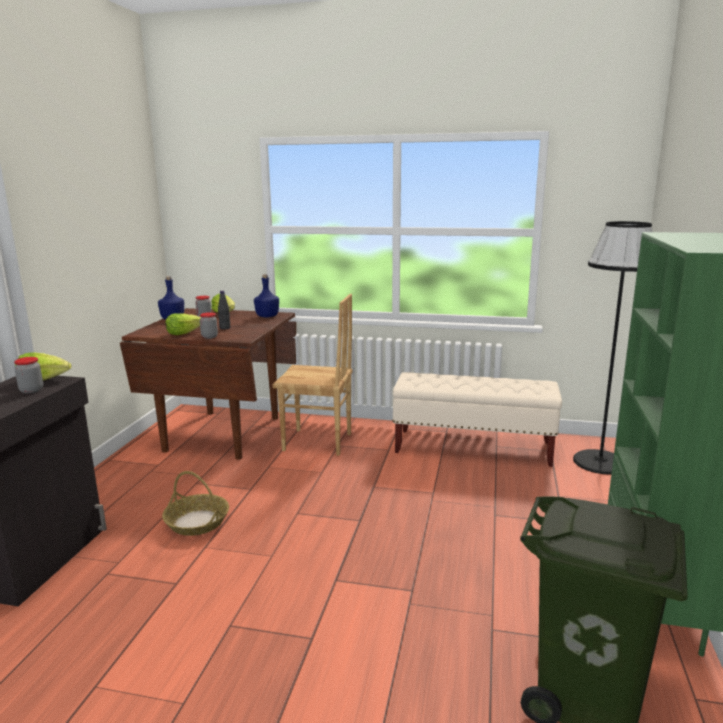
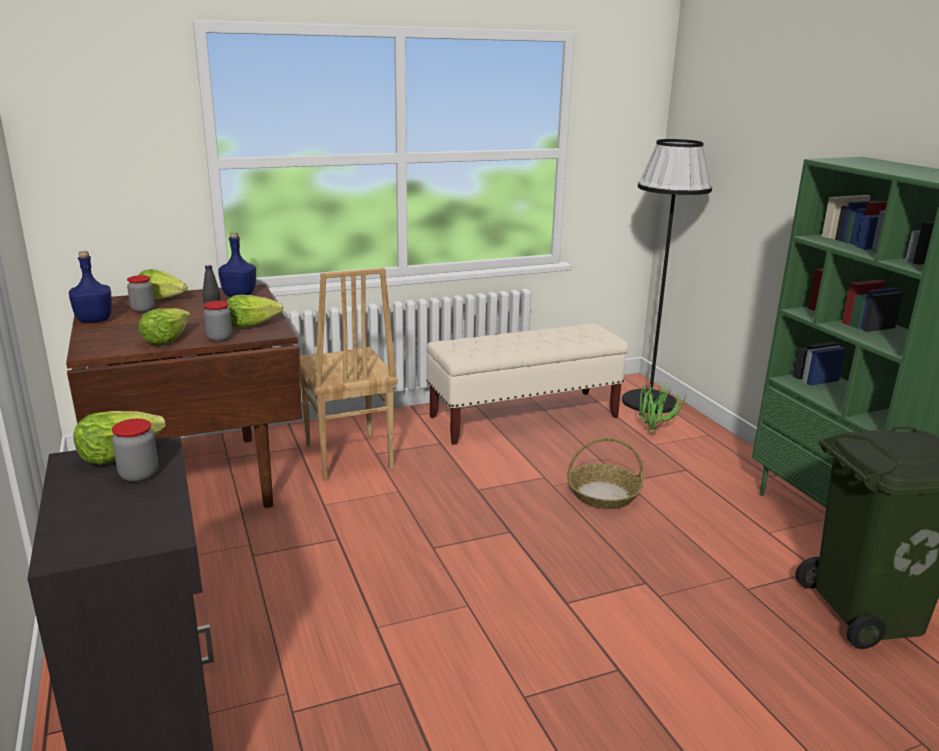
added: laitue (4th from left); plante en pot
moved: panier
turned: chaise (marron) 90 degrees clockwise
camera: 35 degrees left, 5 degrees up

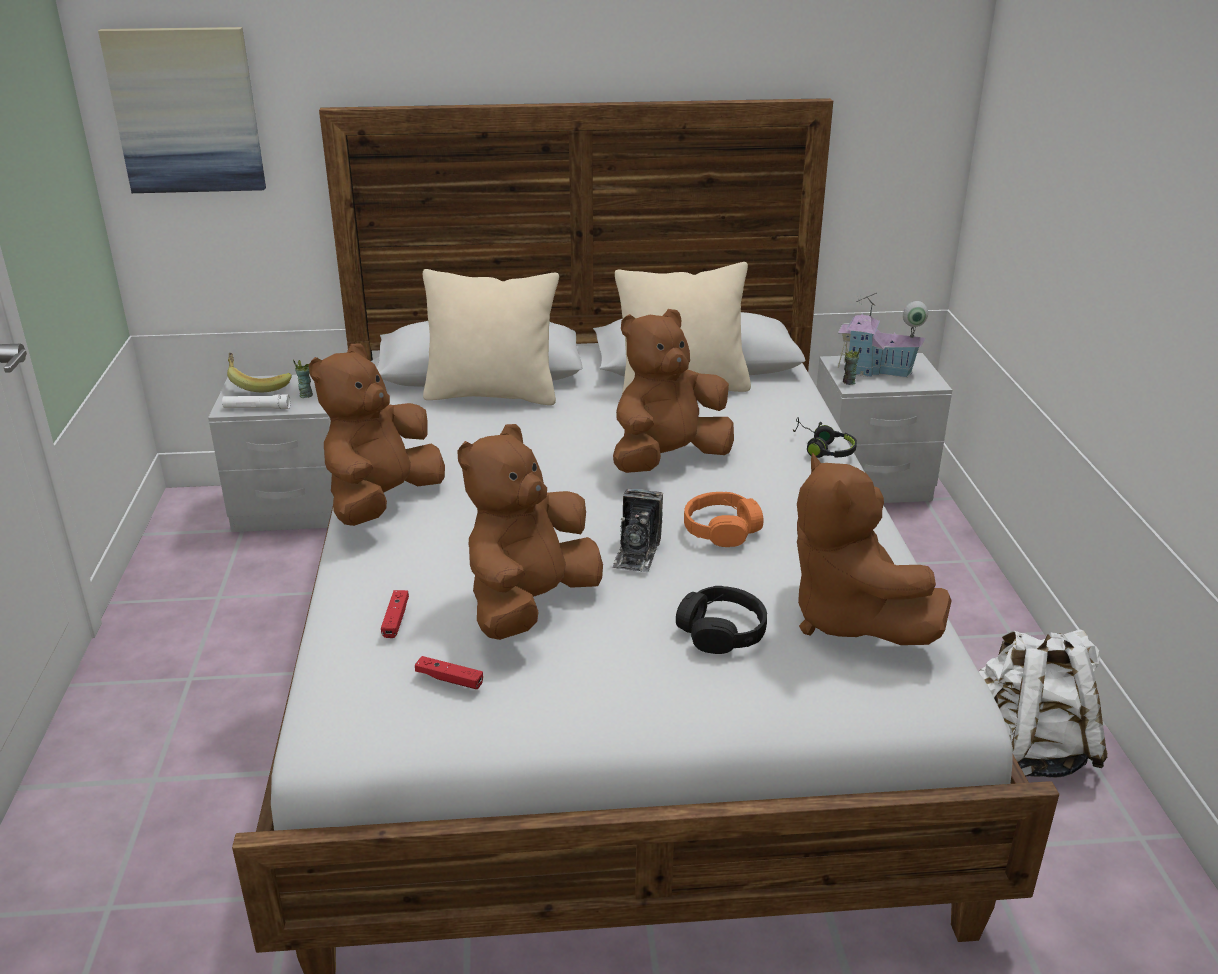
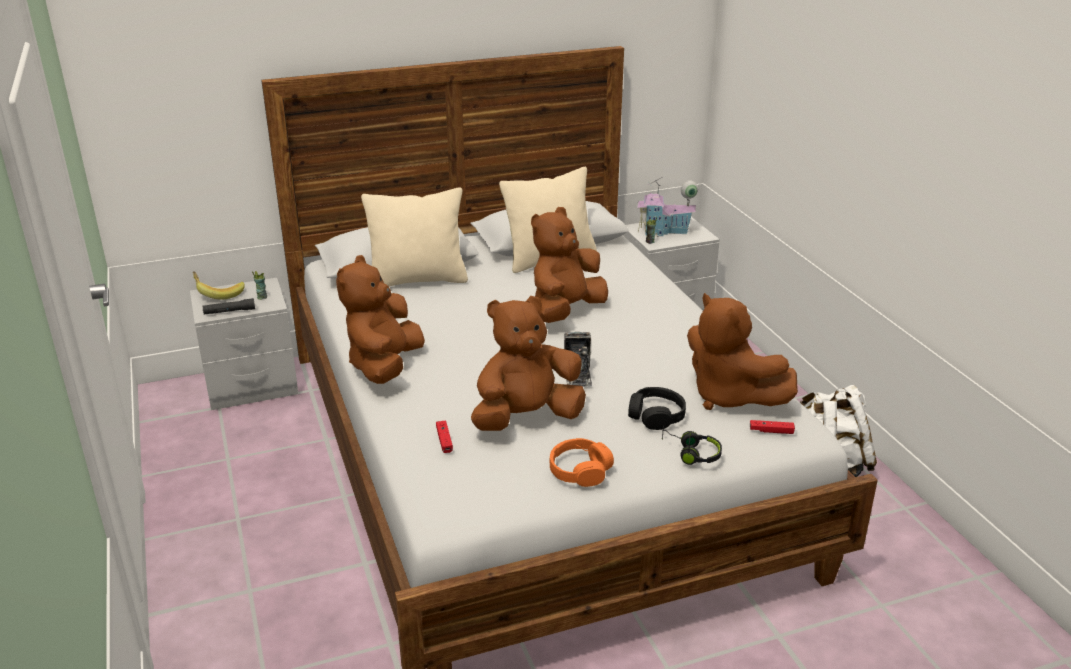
removed: tableau
moved: casque audio (orange); casque audio (noir) (2nd from left); manette (rouge) (2nd from left)
recoloured: lampe de poche (blanc) to lampe de poche (noir)
turned: peluche (marron) (2nd from left) 45 degrees clockwise
camera: 15 degrees left, 0 degrees up

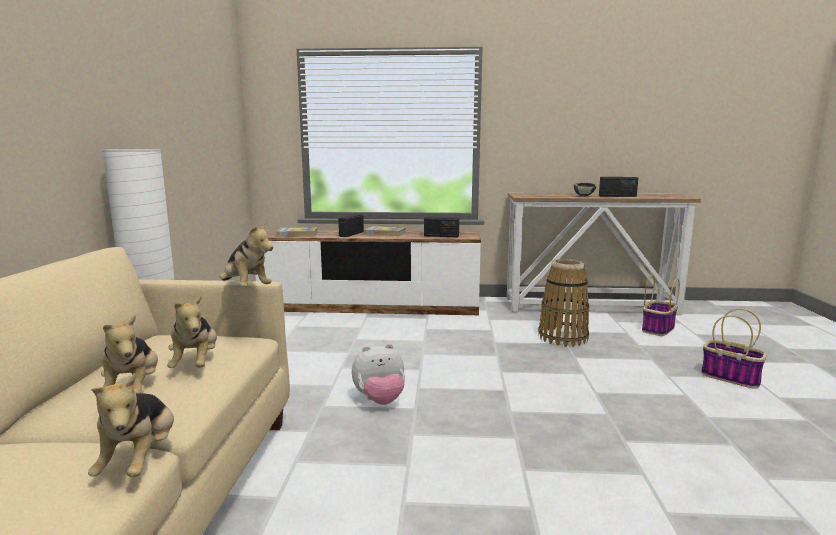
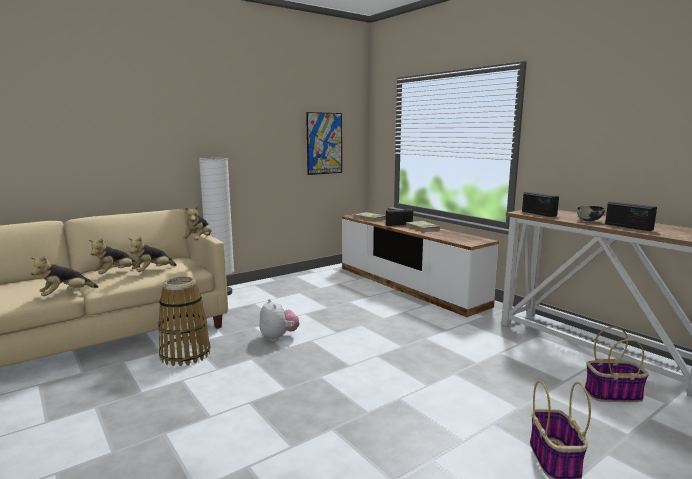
added: tableau
moved: panier (1st from left); radio (2nd from left)
turned: peluche (5th from left) 150 degrees counterclockwise
camera: 50 degrees right, 0 degrees up

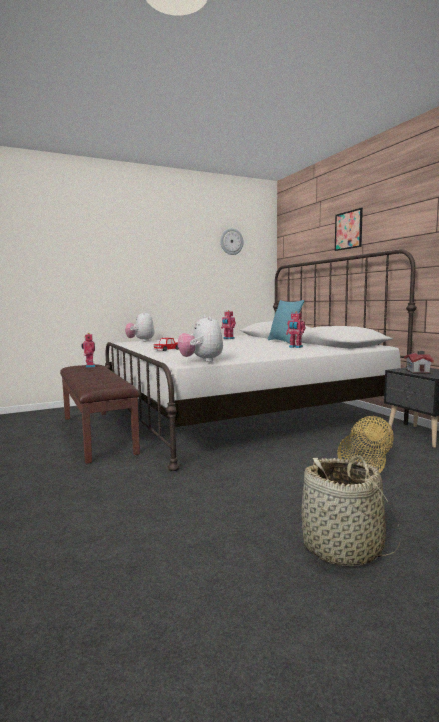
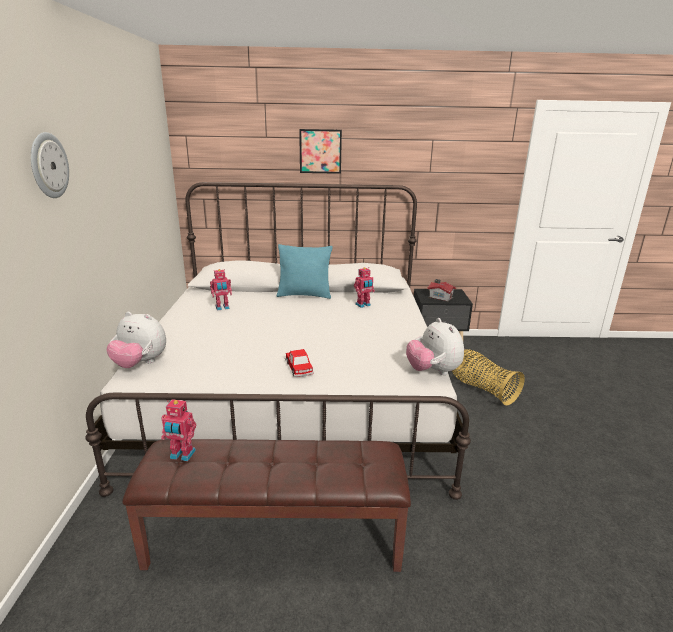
removed: panier (1st from left)
moved: horloge murale
turned: peluche (2nd from left) 60 degrees clockwise
camera: 65 degrees left, 15 degrees up

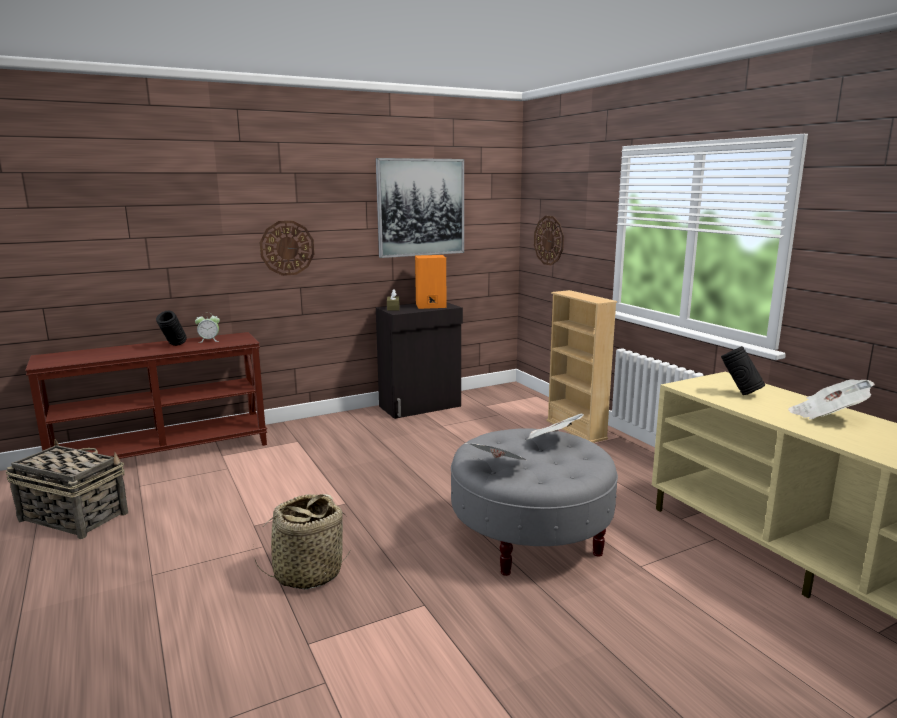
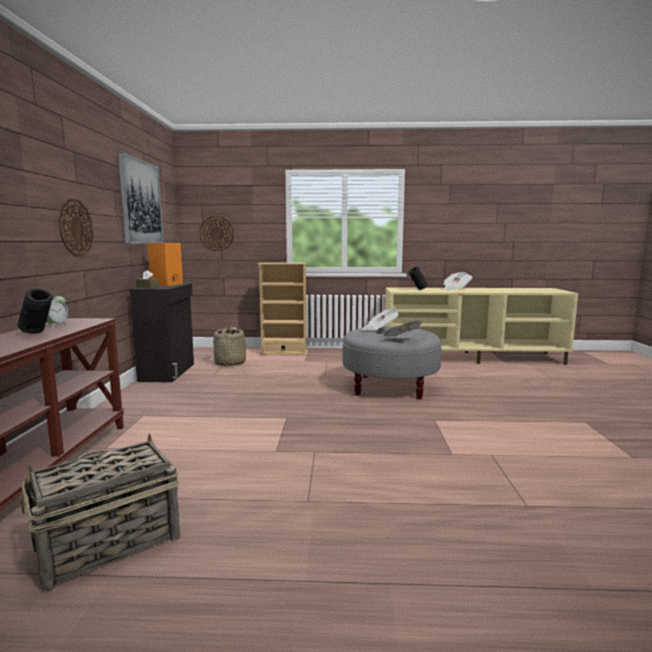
moved: panier (2nd from left)
camera: 60 degrees left, 5 degrees down

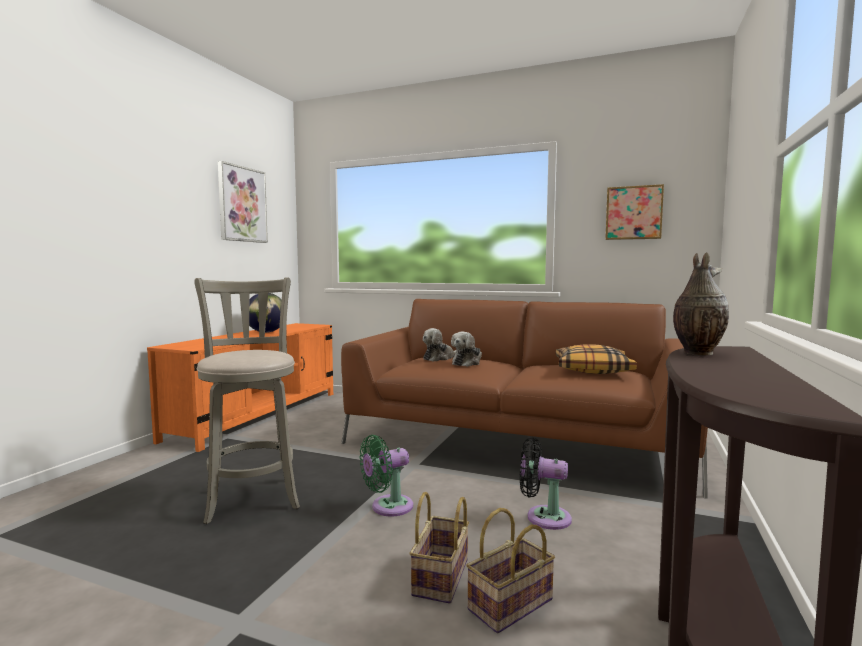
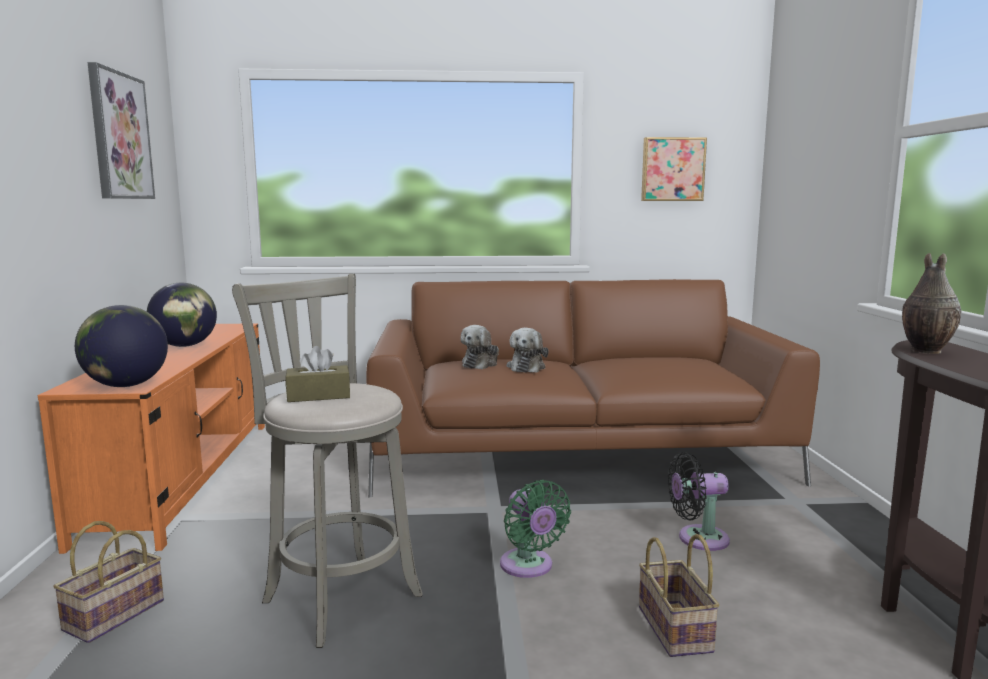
removed: coussin
added: globe (1st from left); boîte à mouchoirs (marron)
moved: panier (2nd from left in the first image) to panier (1st from left)
turned: ventilateur (vert) 60 degrees counterclockwise
camera: 25 degrees left, 5 degrees up

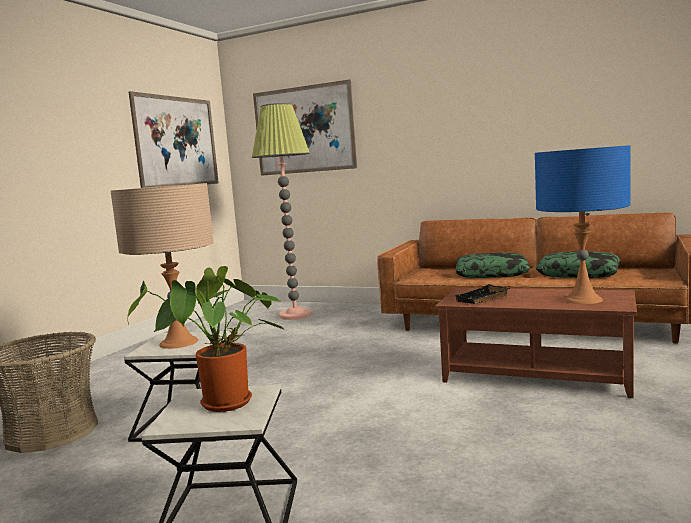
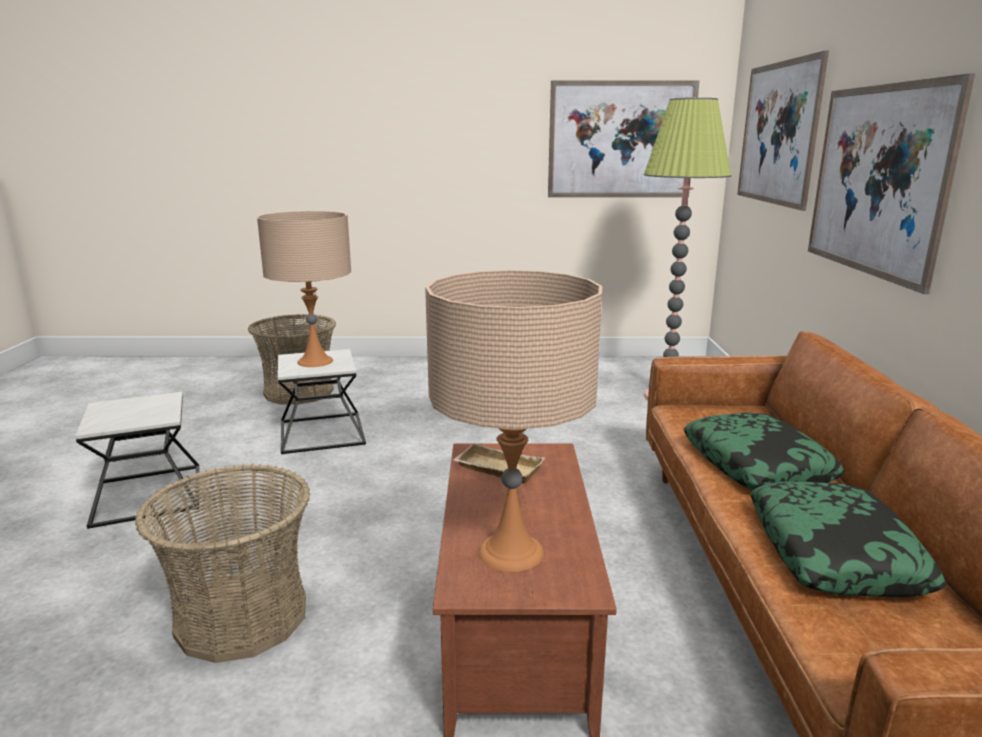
removed: plante en pot
added: panier (1st from left); tableau (3rd from left)
recoloured: lampe de table (bleu) to lampe de table (beige) (2nd from left); plateau (noir) to plateau (beige)
camera: 65 degrees right, 10 degrees up

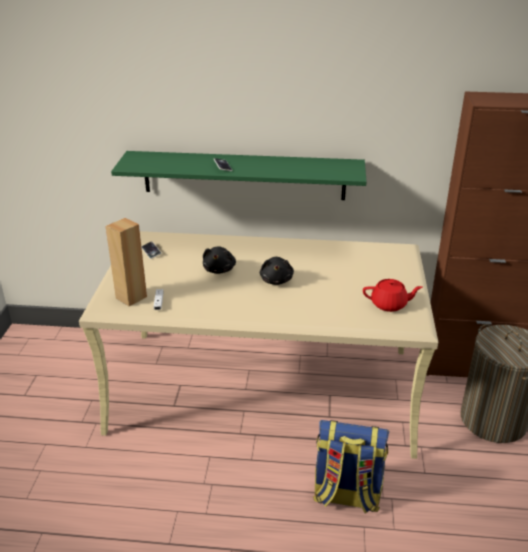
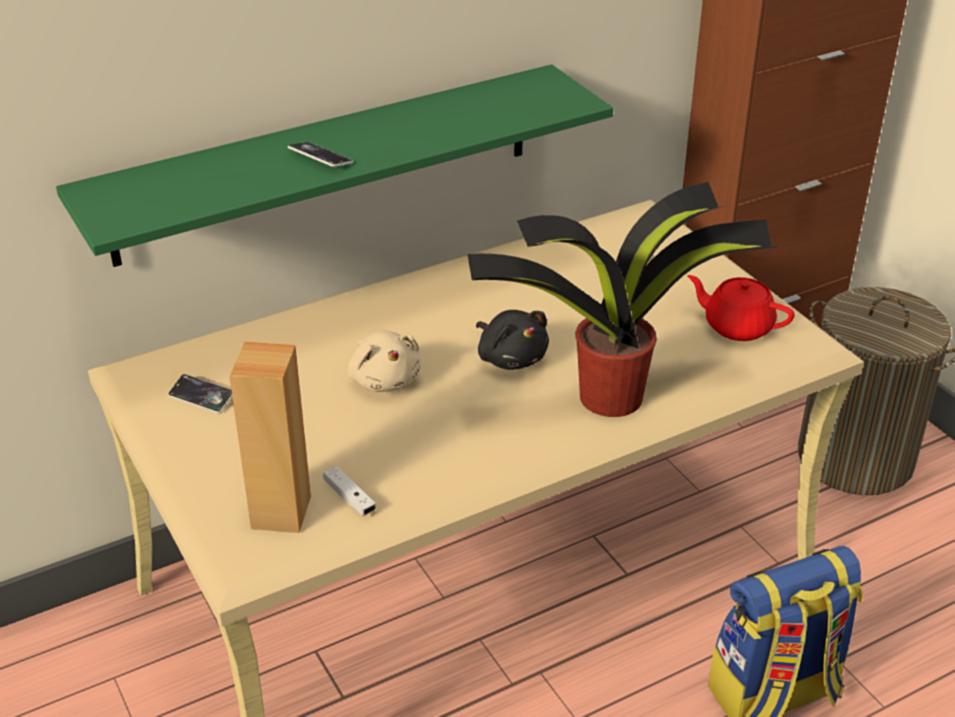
added: plante en pot
recoloured: peluche (noir) (1st from left) to peluche (beige)
turned: théière (rouge) 120 degrees counterclockwise
camera: 35 degrees left, 5 degrees up

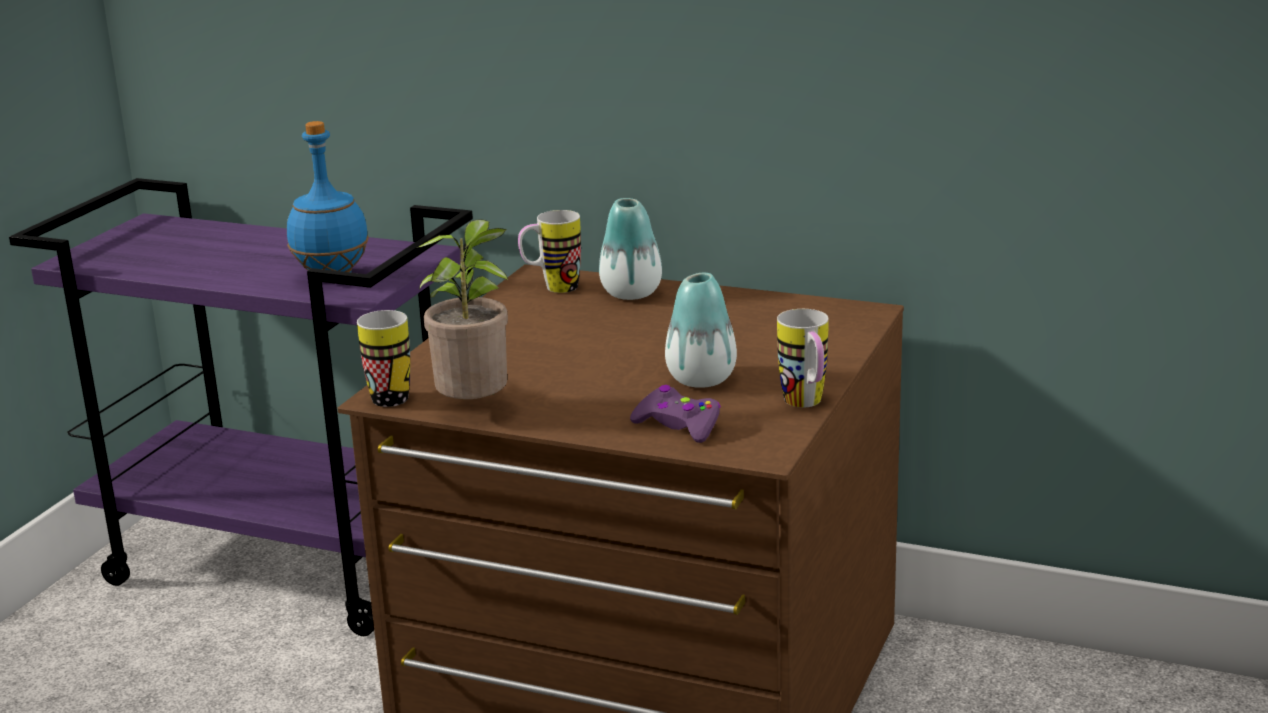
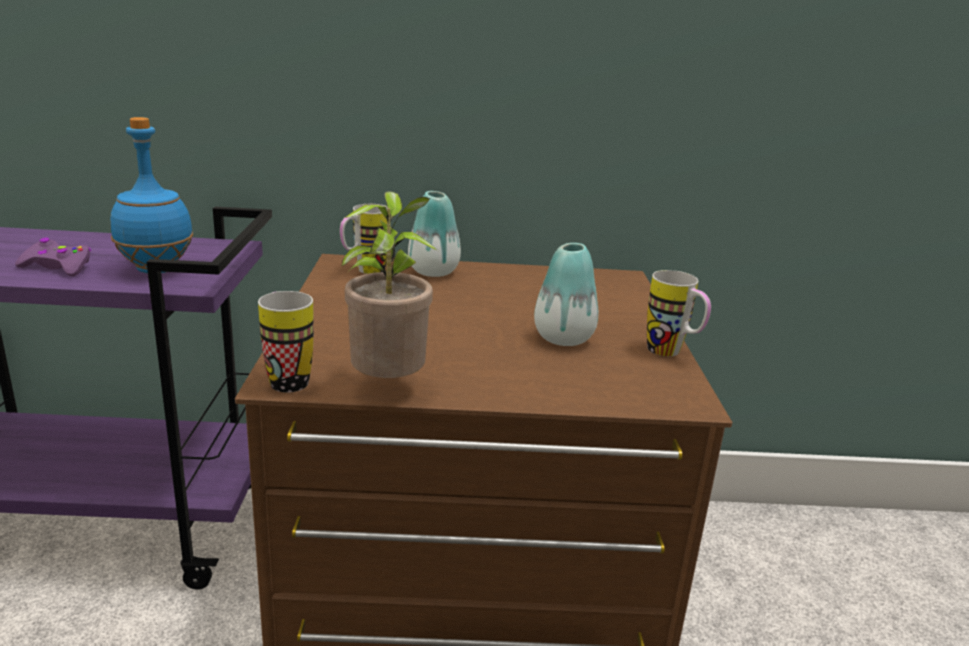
moved: manette (violet)
camera: 25 degrees left, 0 degrees up

